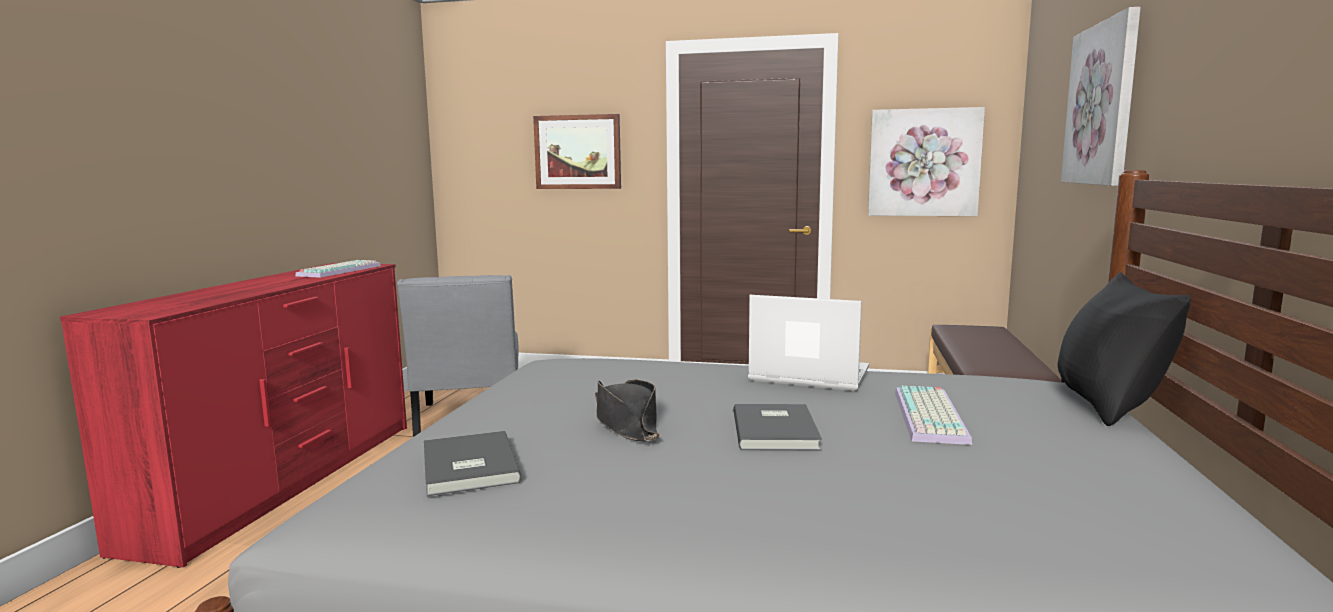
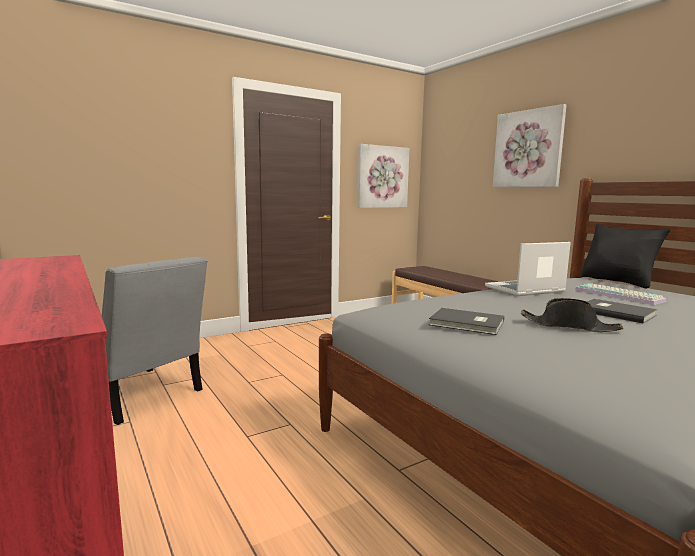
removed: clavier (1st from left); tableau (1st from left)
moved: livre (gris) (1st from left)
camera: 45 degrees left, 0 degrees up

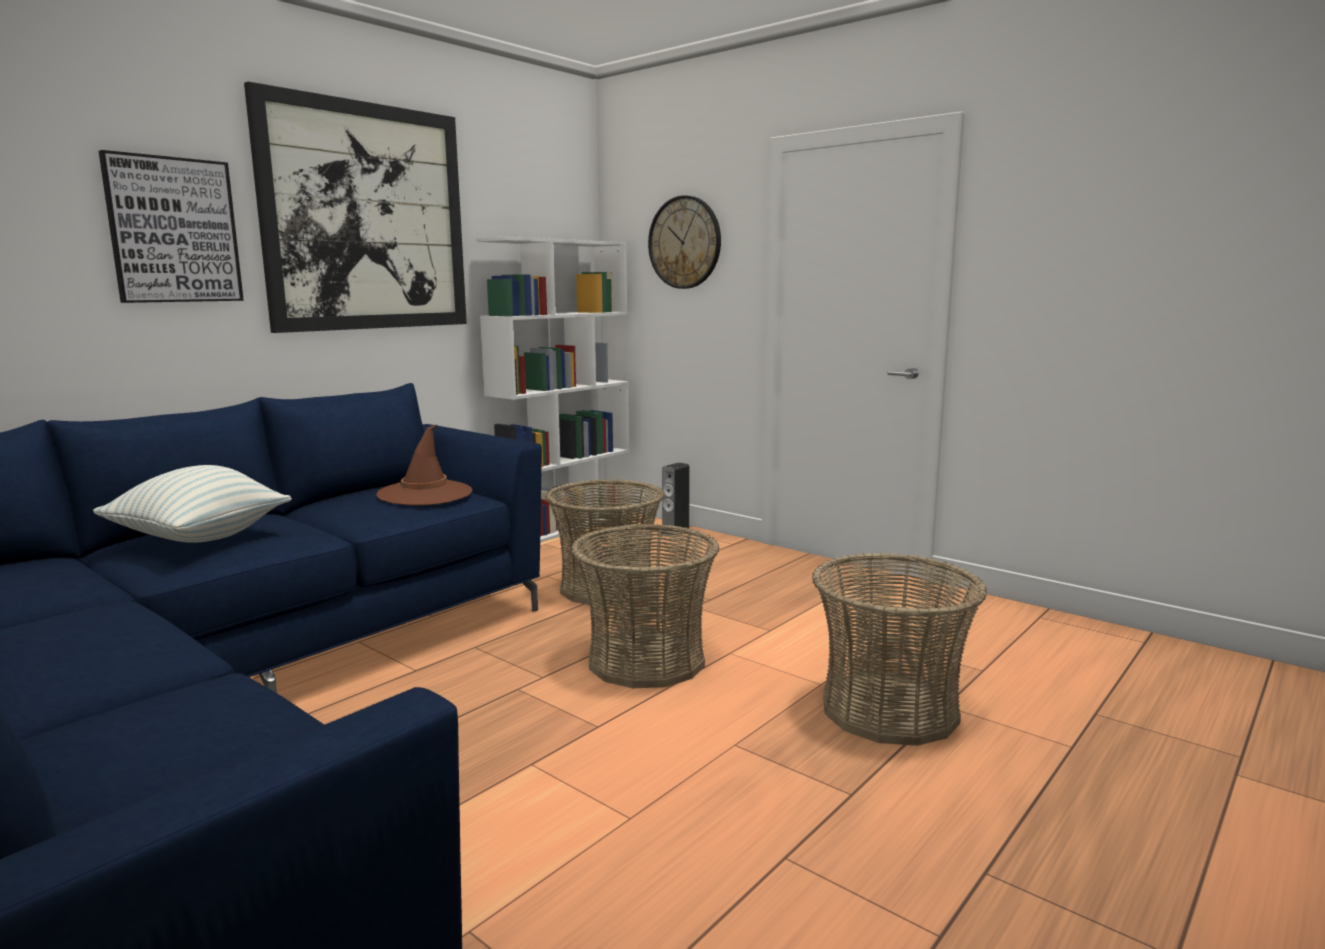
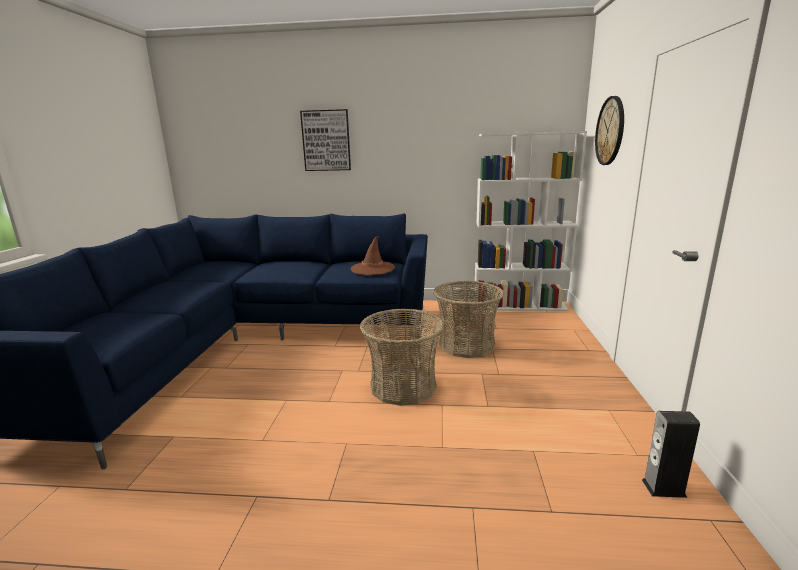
removed: coussin; tableau (2nd from left); panier (3rd from left)
moved: enceinte
camera: 55 degrees right, 5 degrees up

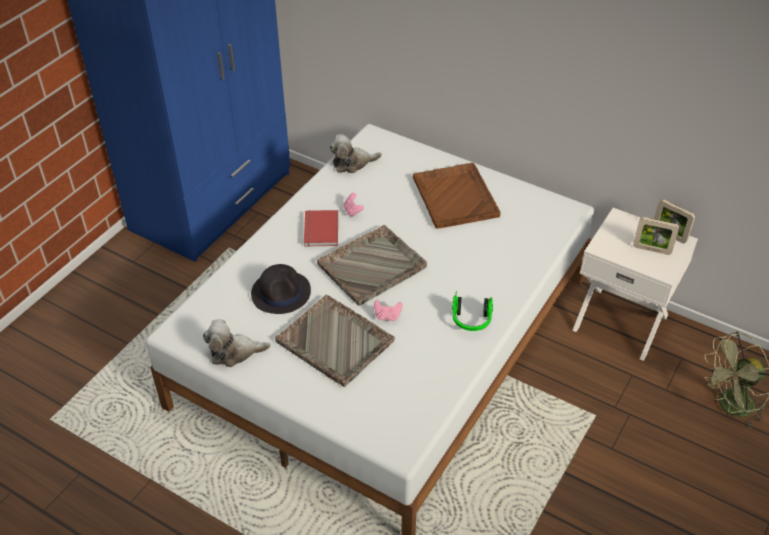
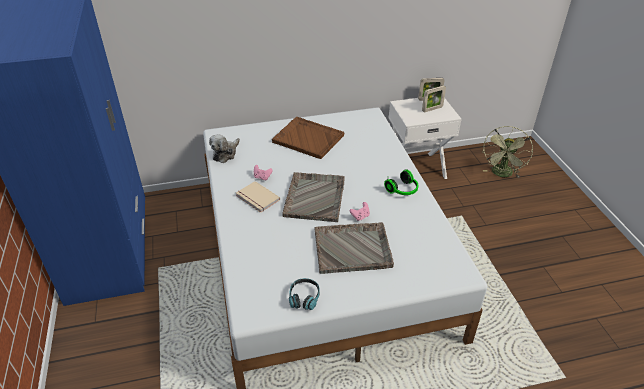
removed: chapeau (noir)
replaced: peluche (1st from left) to casque audio (1st from left)
recoloured: livre (rouge) to livre (beige)
camera: 45 degrees left, 5 degrees down

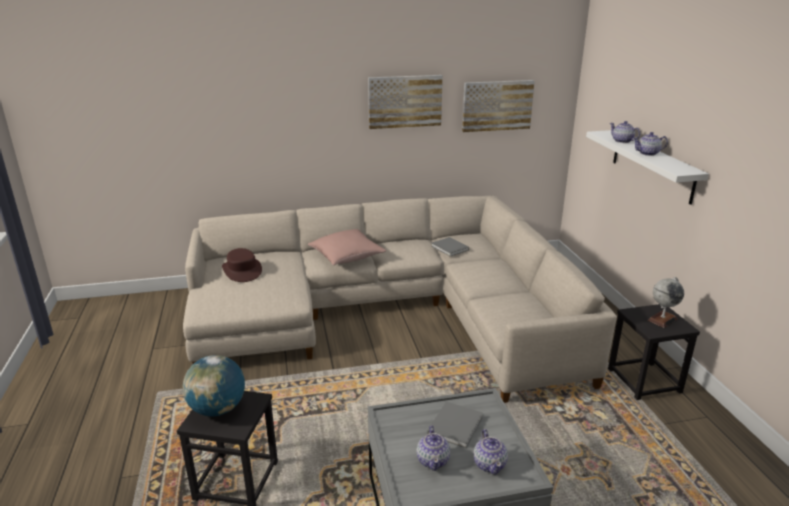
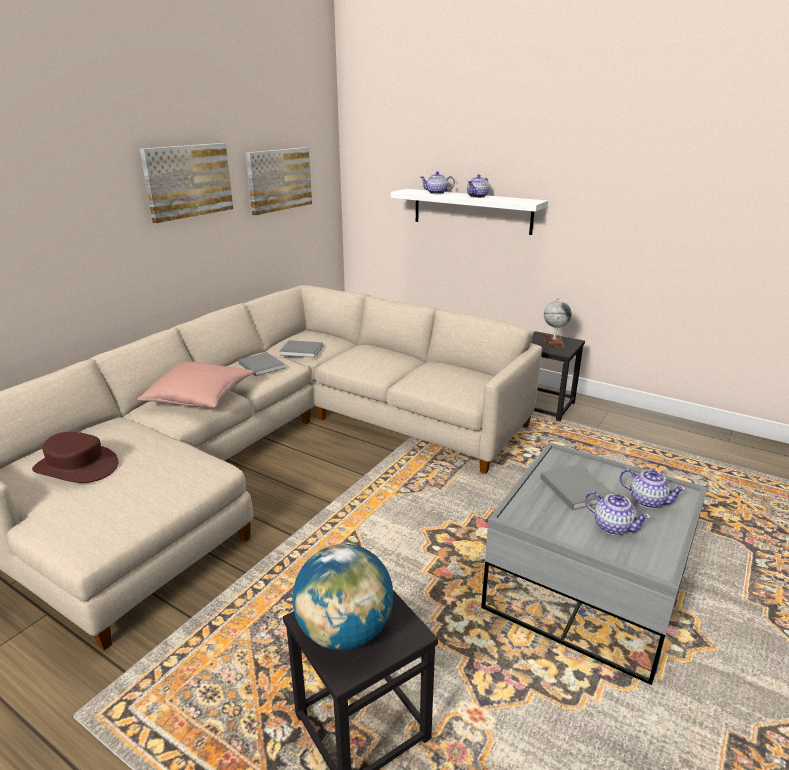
added: livre (gris) (1st from left)
camera: 45 degrees left, 0 degrees up

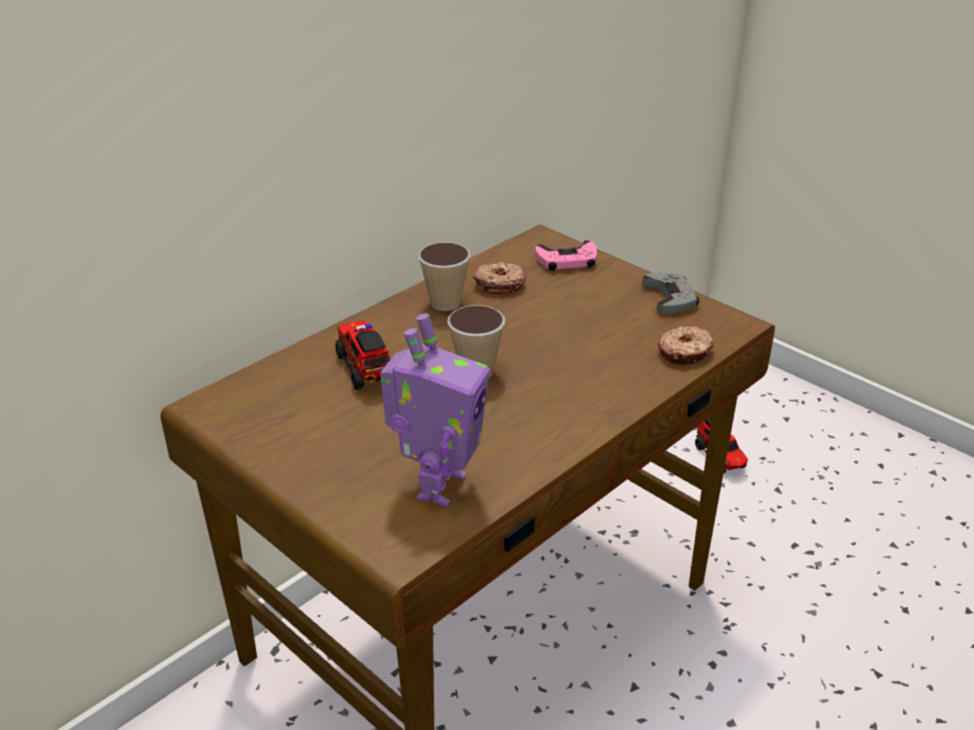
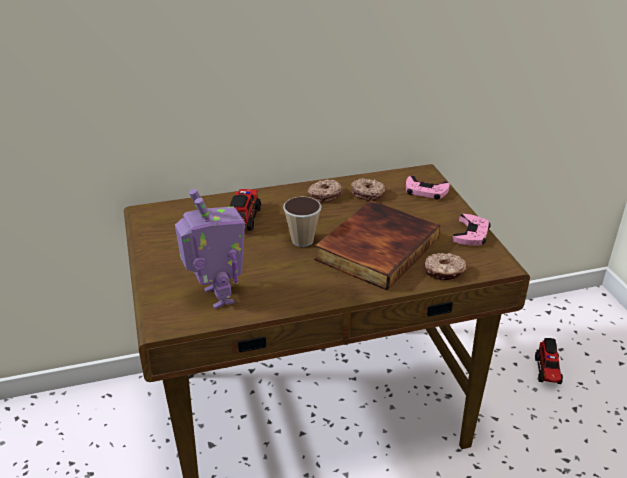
added: livre
replaced: tasse (1st from left) to beignet (1st from left)
recoloured: manette (gris) to manette (rose) (2nd from left)
turned: robot jouet 75 degrees counterclockwise
camera: 30 degrees right, 0 degrees up

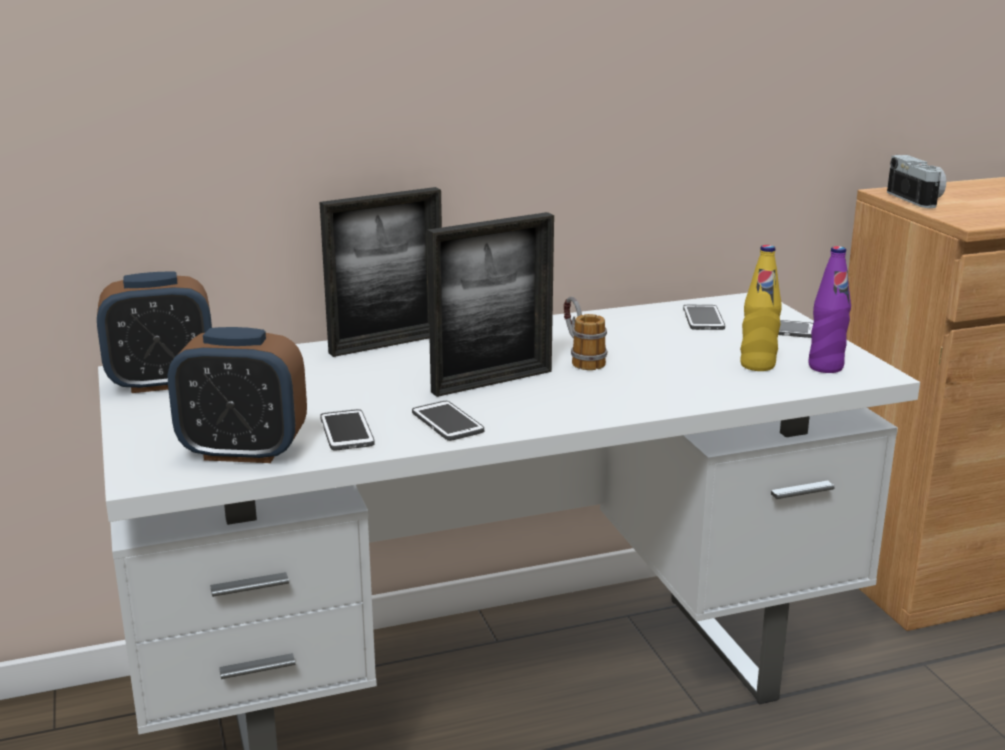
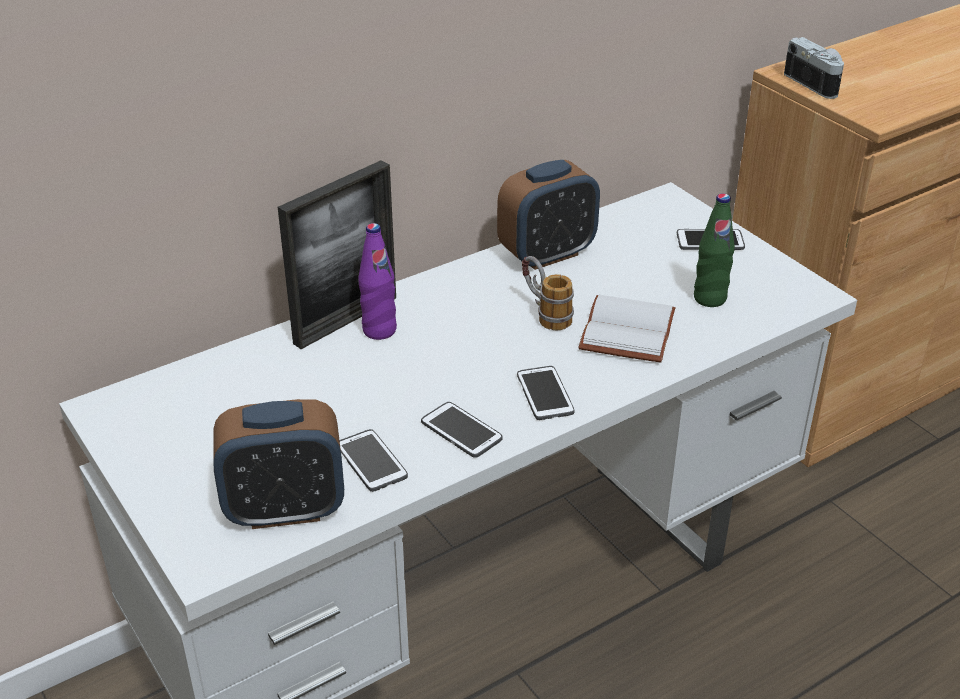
removed: cadre photo (2nd from left)
added: livre (blanc)
moved: bouteille (violet); réveil (1st from left in the first image) to réveil (2nd from left); téléphone (3rd from left)
recoloured: bouteille (jaune) to bouteille (vert)
camera: 15 degrees left, 15 degrees up

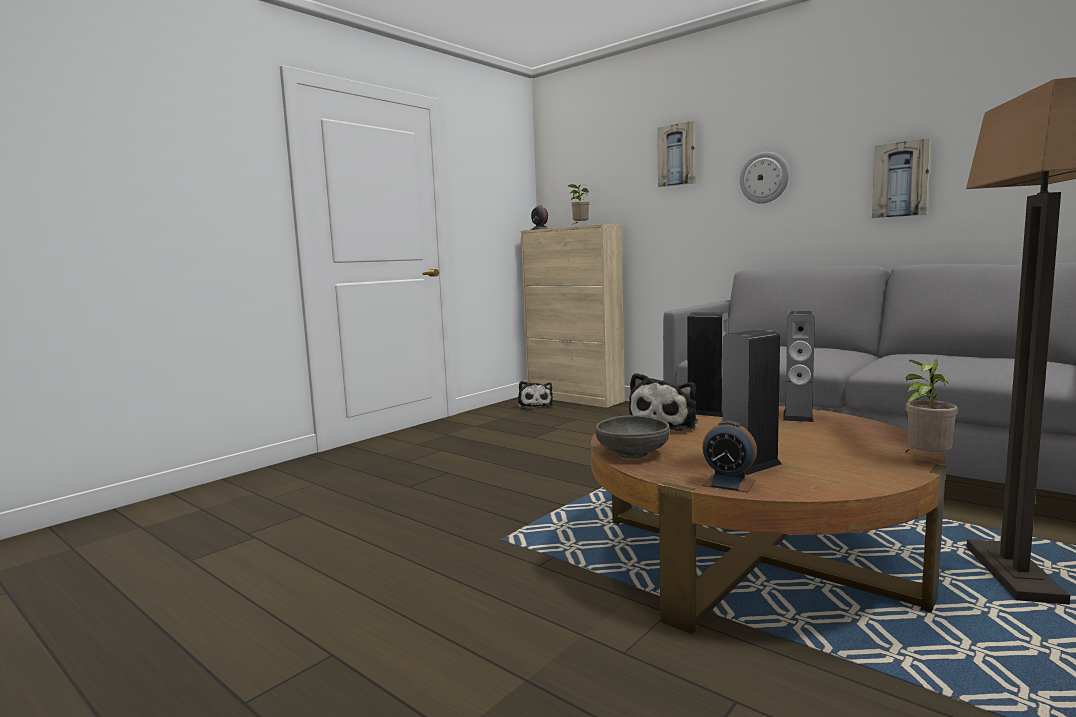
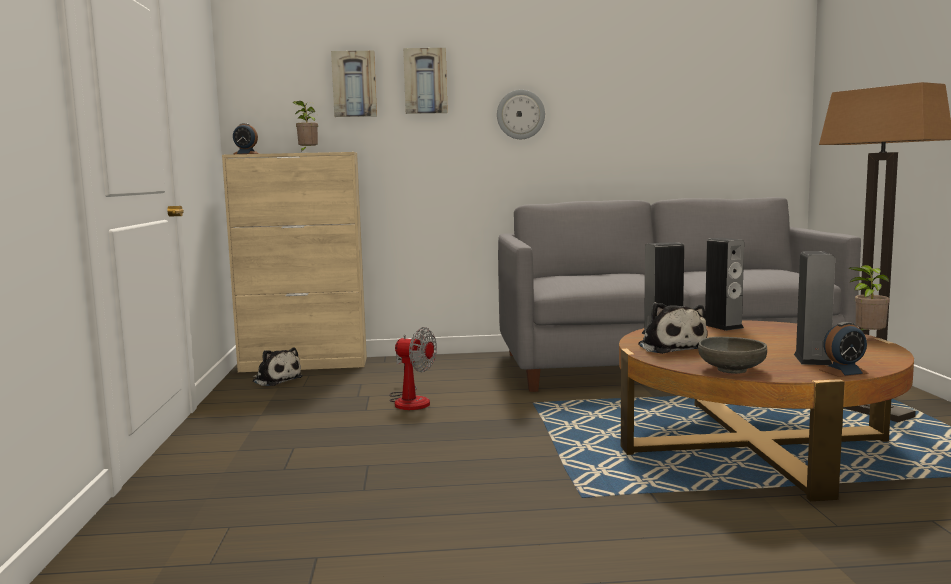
added: ventilateur
moved: tableau (2nd from left in the first image) to tableau (1st from left)
camera: 45 degrees left, 0 degrees up

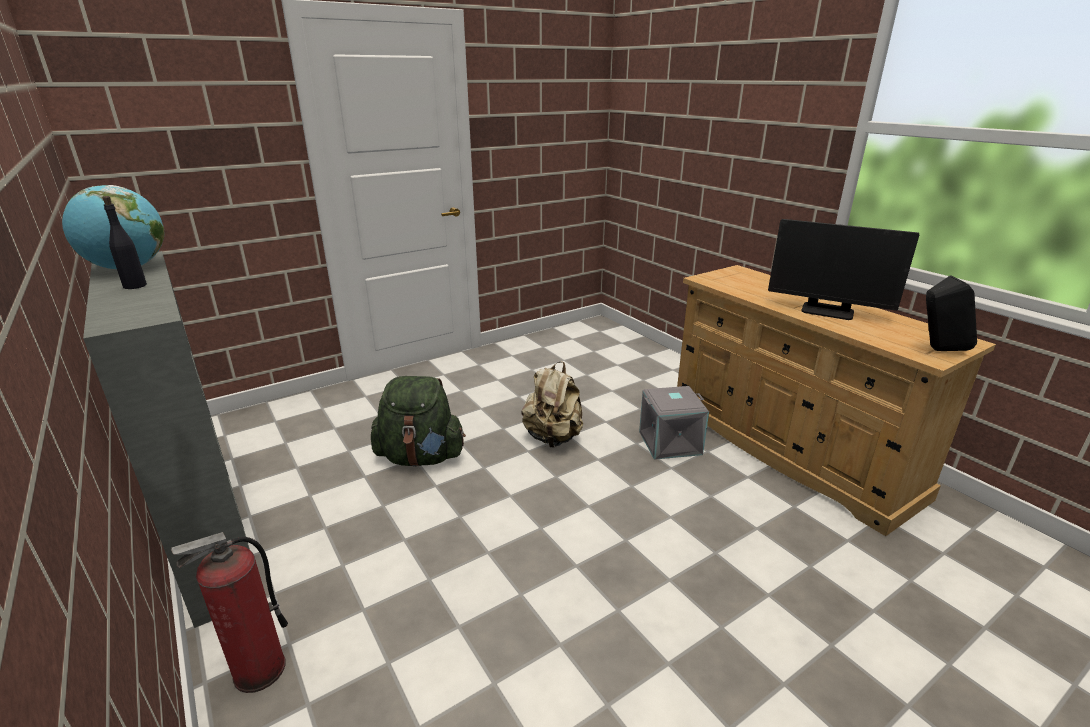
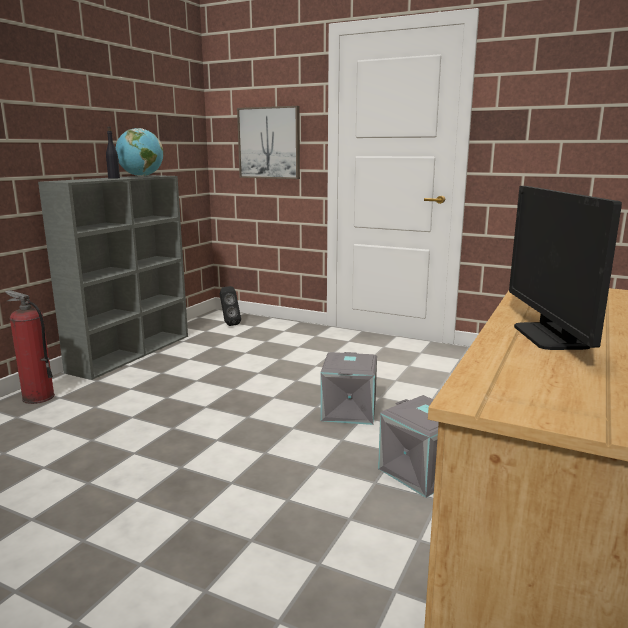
removed: sac à dos (vert)
added: tableau
moved: enceinte (noir)
replaced: sac à dos (beige) to boîte de rangement (gris) (1st from left)
camera: 60 degrees right, 10 degrees down

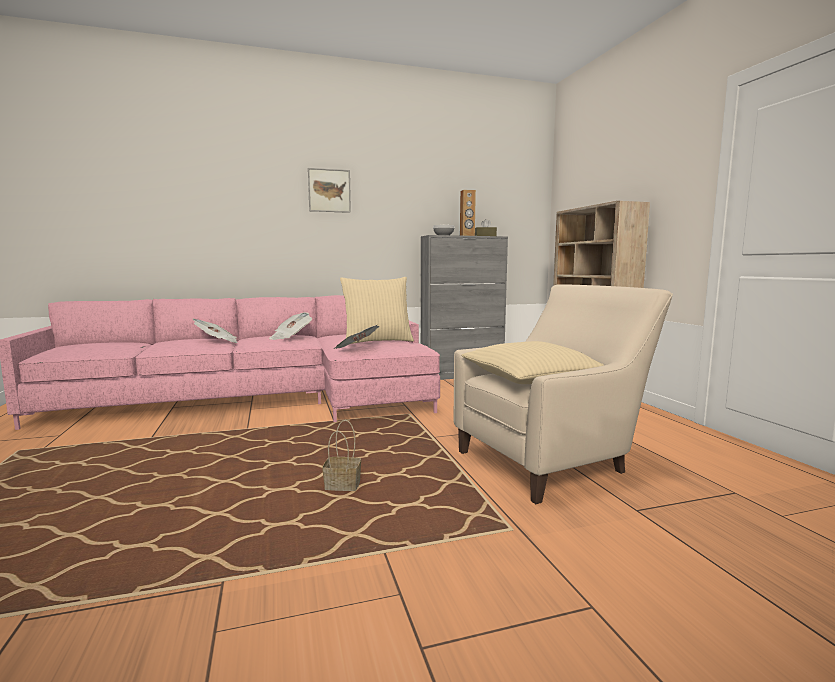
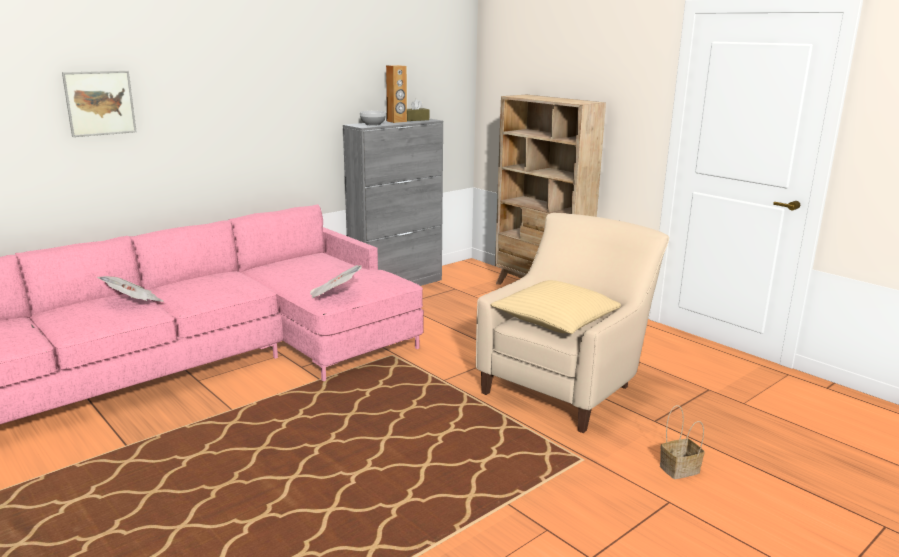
removed: journal (2nd from left); coussin (beige) (1st from left)
moved: tableau; panier
camera: 25 degrees left, 10 degrees up

